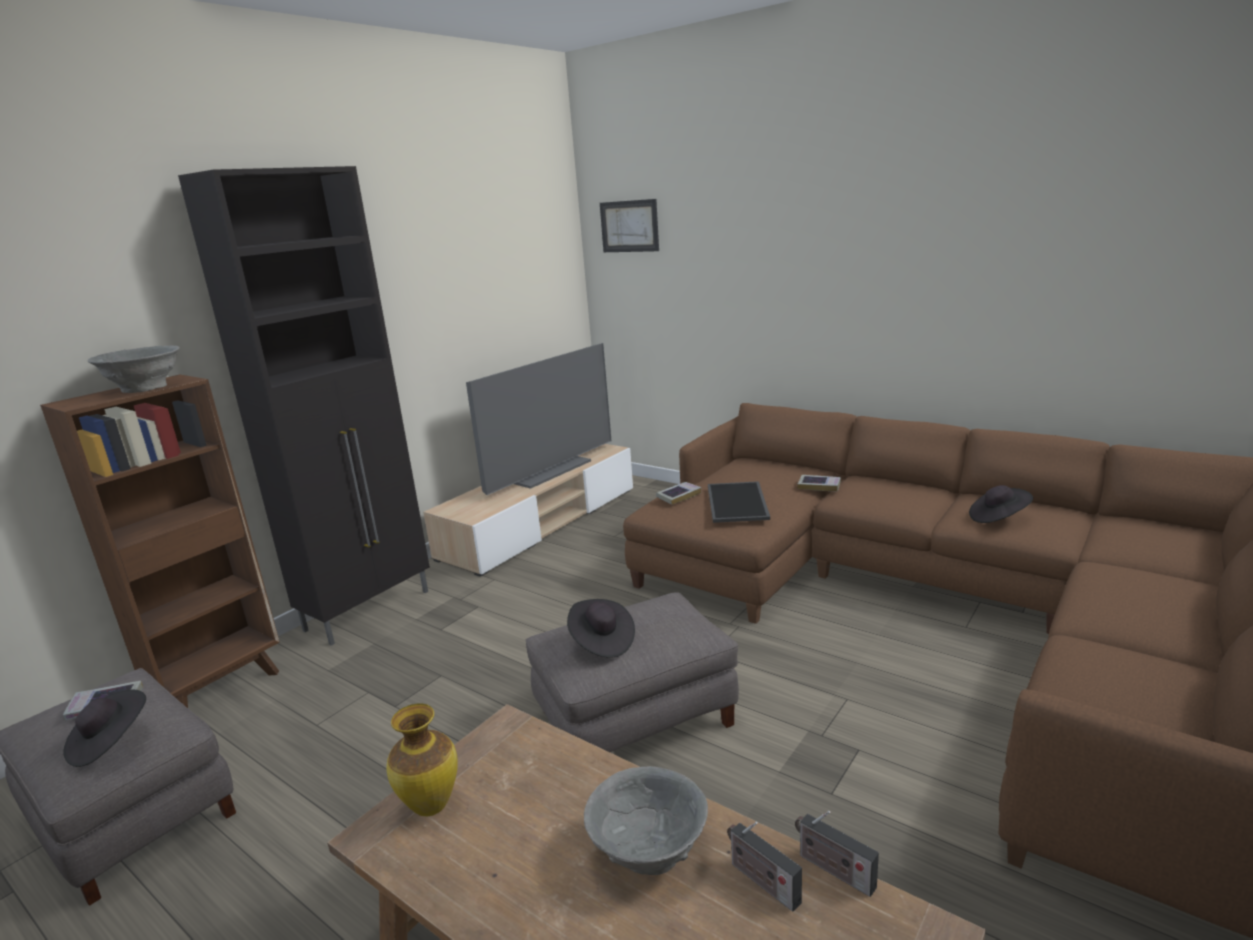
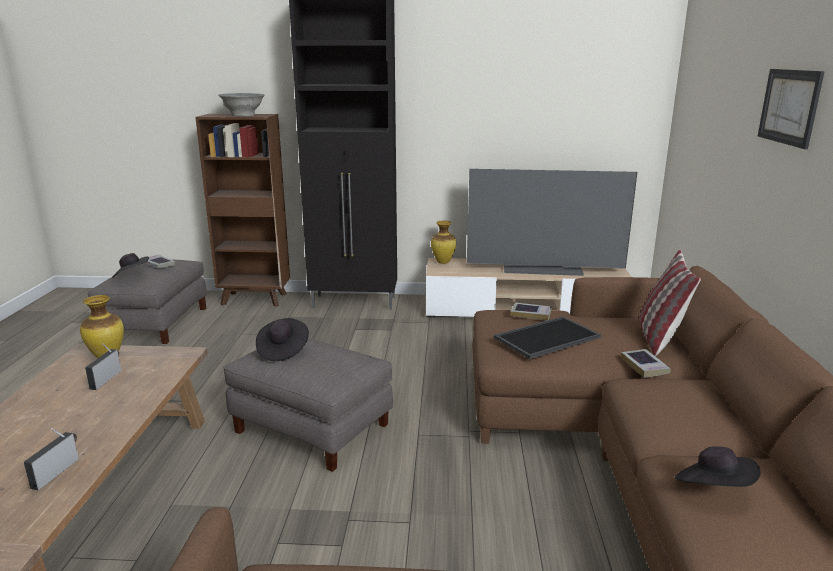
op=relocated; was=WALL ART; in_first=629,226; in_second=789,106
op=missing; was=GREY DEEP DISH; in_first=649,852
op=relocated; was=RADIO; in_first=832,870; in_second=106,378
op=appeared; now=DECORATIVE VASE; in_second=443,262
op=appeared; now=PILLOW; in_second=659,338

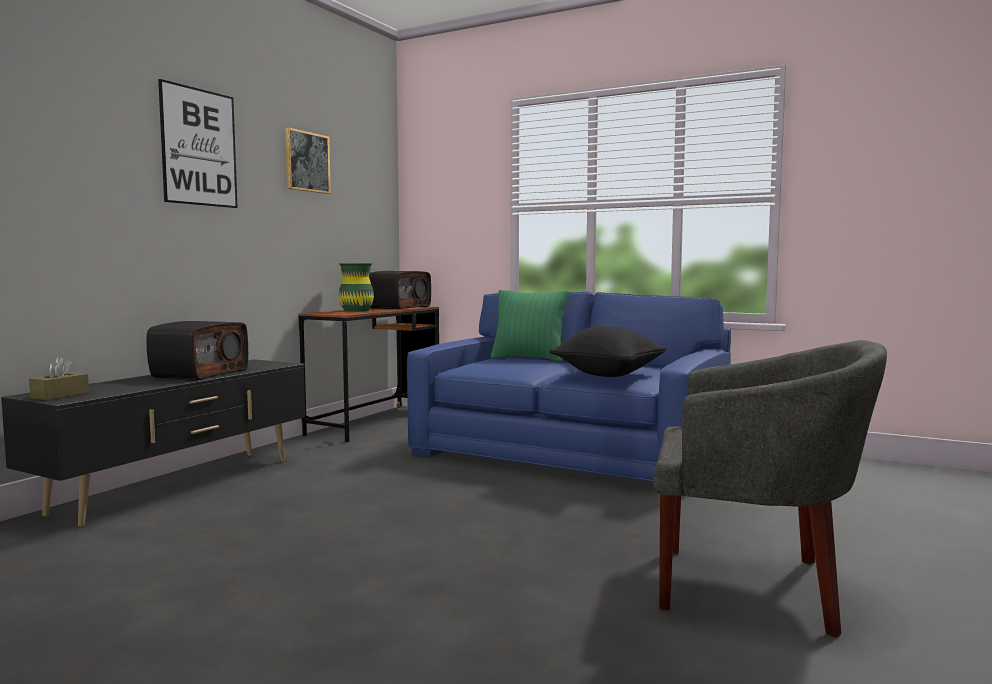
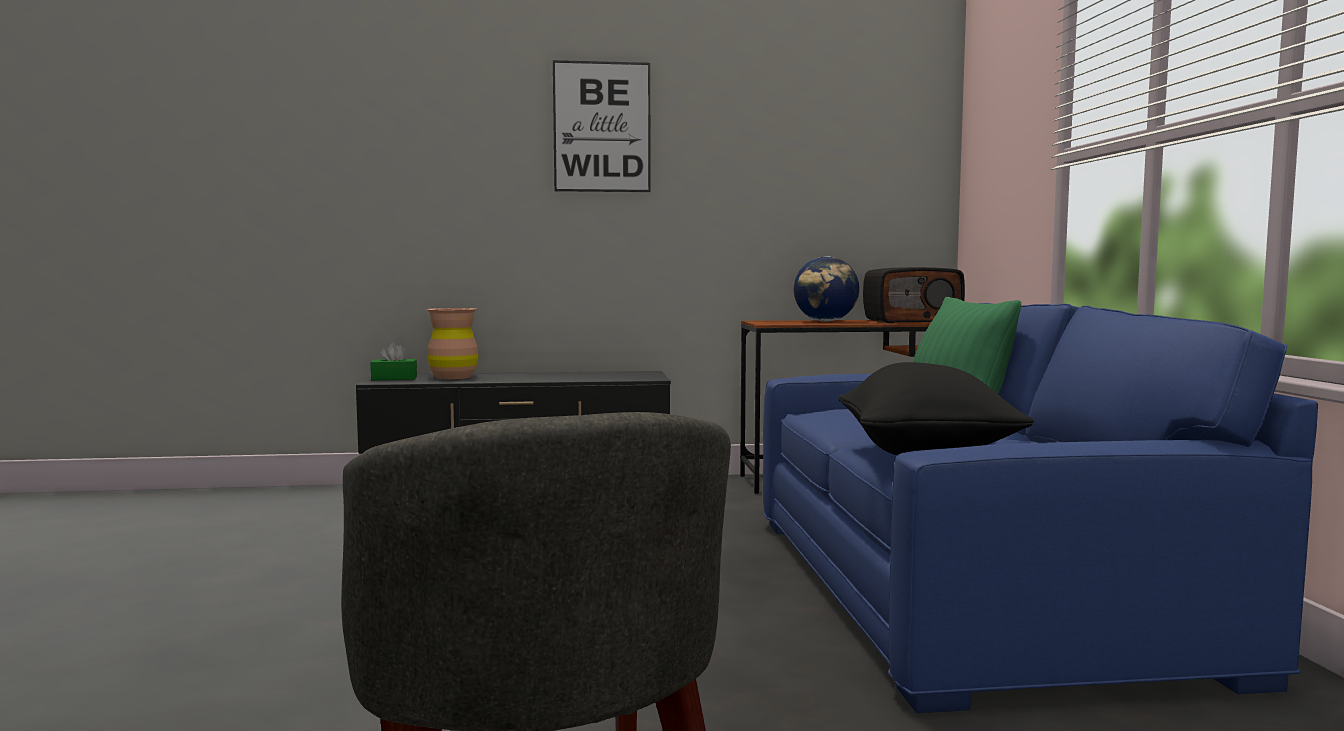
op=missing; was=WALL ART; in_first=307,162
op=exchanged; was=GREEN DECORATIVE VASE; now=GLOBE; in_first=356,310; in_second=825,321
op=missing; was=RADIO; in_first=199,373
op=colour; was=BROWN BOX OF TISSUES; now=GREEN BOX OF TISSUES; in_first=60,395; in_second=394,378
op=appeared; now=BROWN DECORATIVE VASE; in_second=453,377

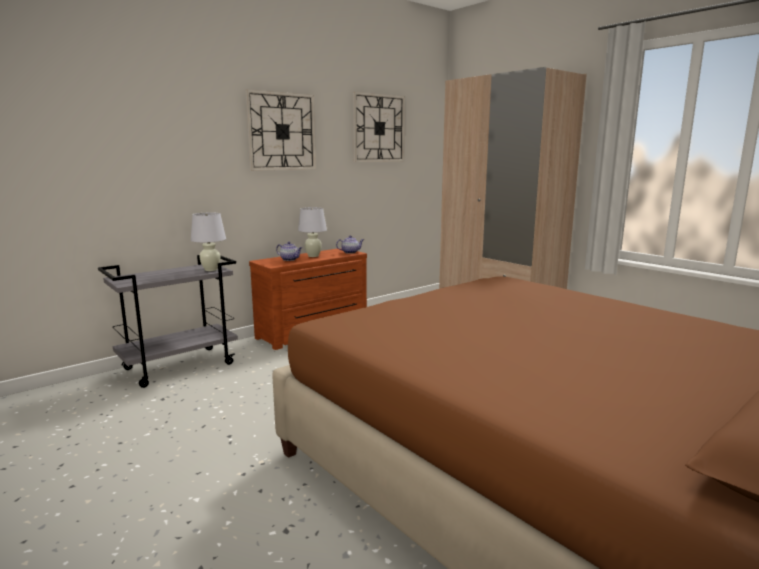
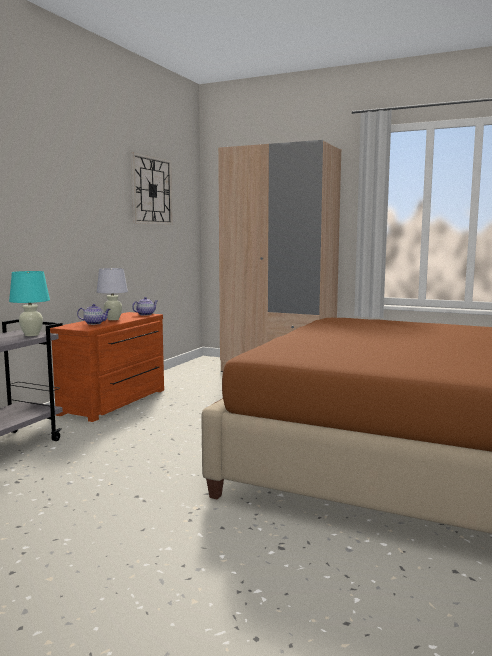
op=missing; was=WALL CLOCK; in_first=281,131
op=colour; was=WHITE LAMP FOR A TABLE; now=TURQUOISE LAMP FOR A TABLE; in_first=211,269; in_second=31,335

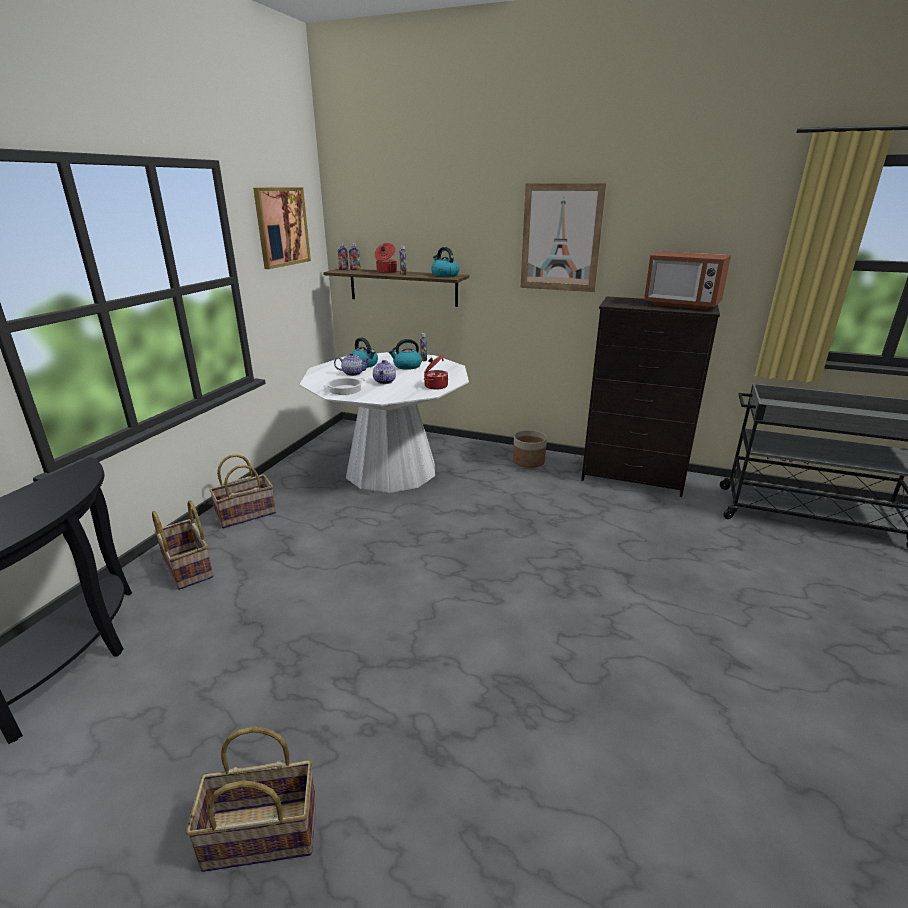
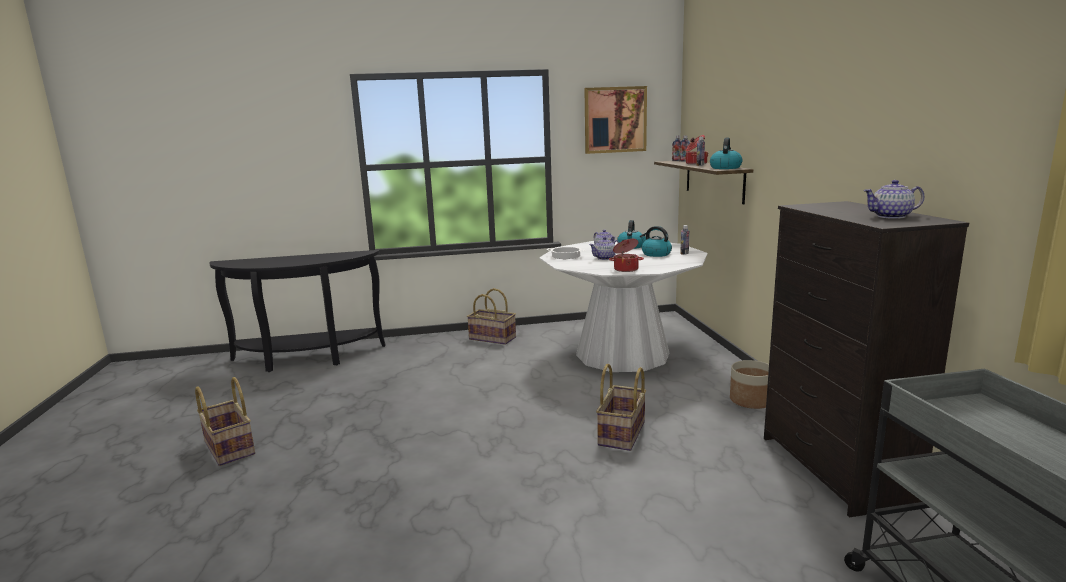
op=missing; was=WALL ART; in_first=561,238
op=exchanged; was=MICROWAVE; now=TEAPOT; in_first=682,304; in_second=891,216
op=relocated; was=HOUSEHOLD BASKET; in_first=189,568; in_second=622,433

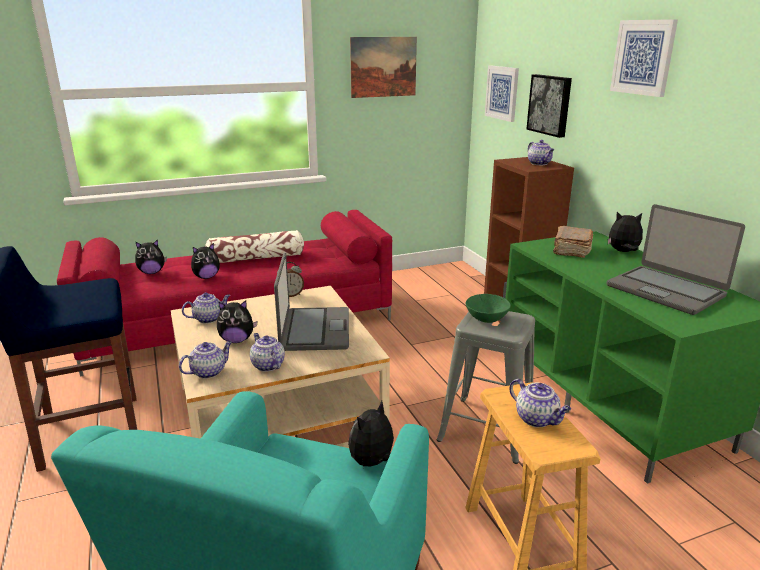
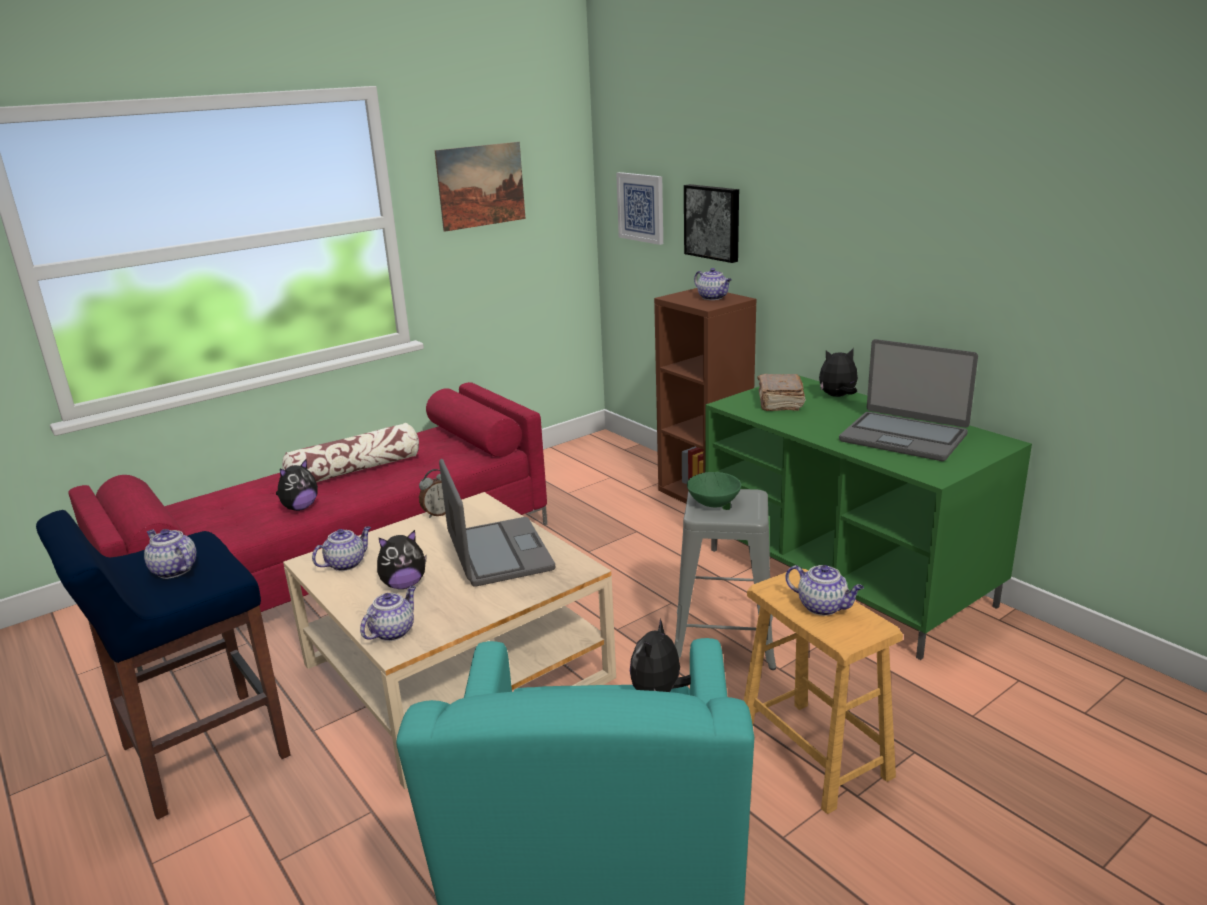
op=missing; was=WALL ART; in_first=643,57
op=missing; was=CUDDLY TOY; in_first=152,272
op=relocated; was=TEAPOT; in_first=267,365; in_second=173,570

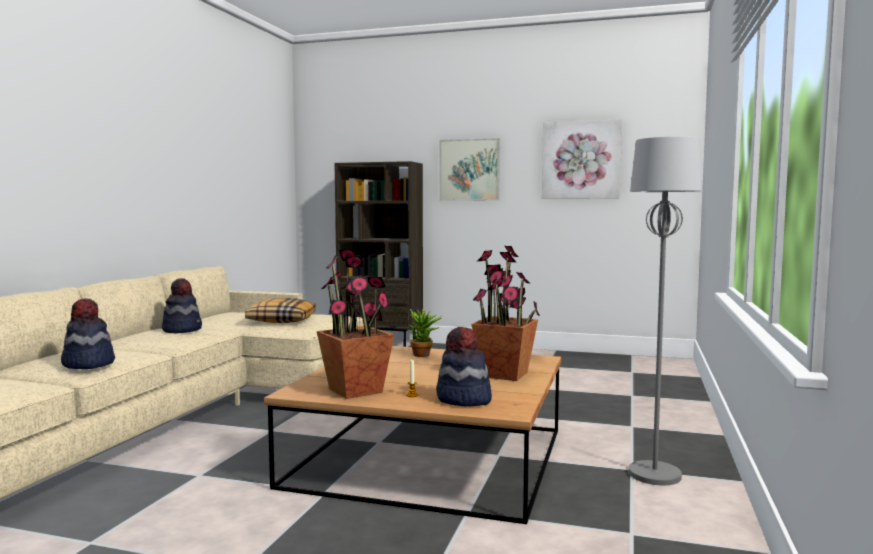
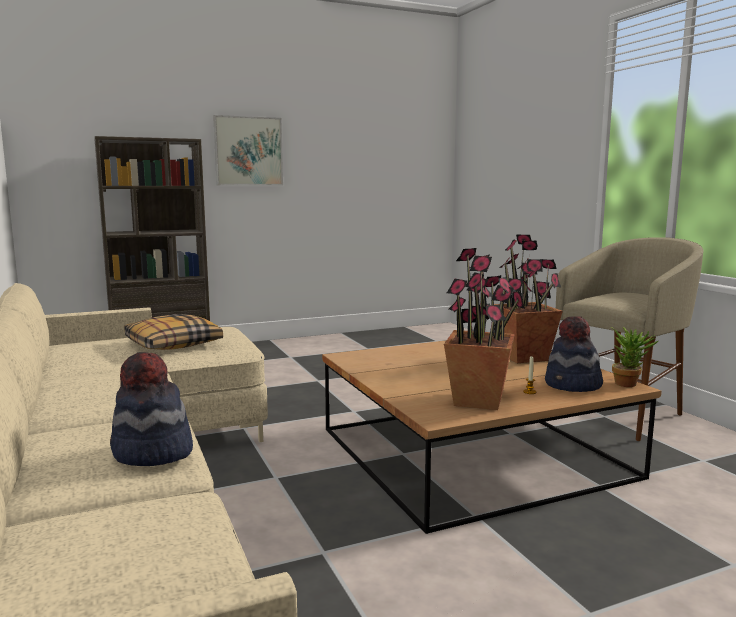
op=missing; was=WALL ART; in_first=581,160
op=exchanged; was=GREY STANDING LAMP; now=SAND-COLOURED SITTING STOOL; in_first=655,475; in_second=623,415
op=missing; was=CLOTHING HAT; in_first=182,330
op=relocated; was=POTTED PLANT; in_first=424,355; in_second=629,384

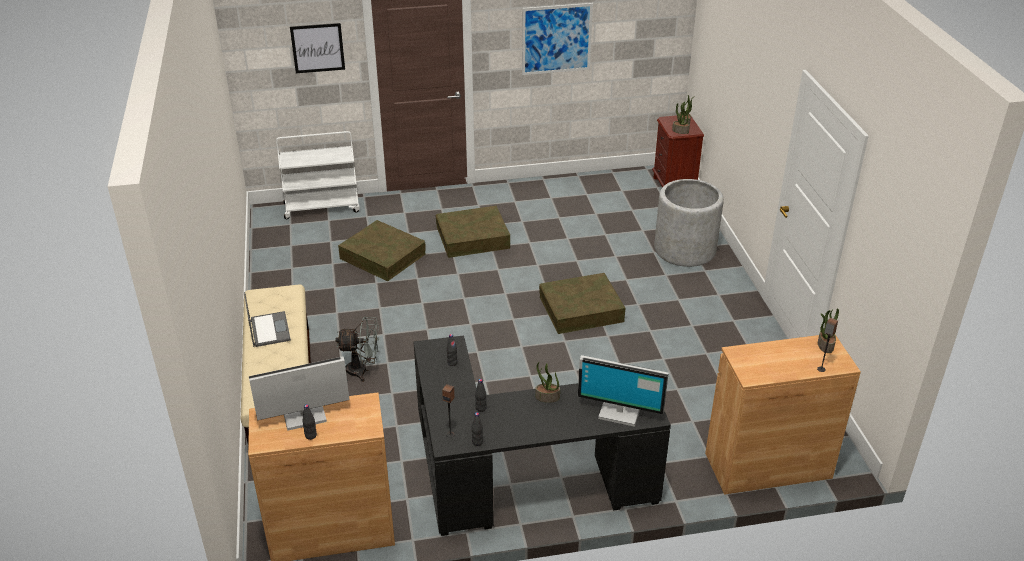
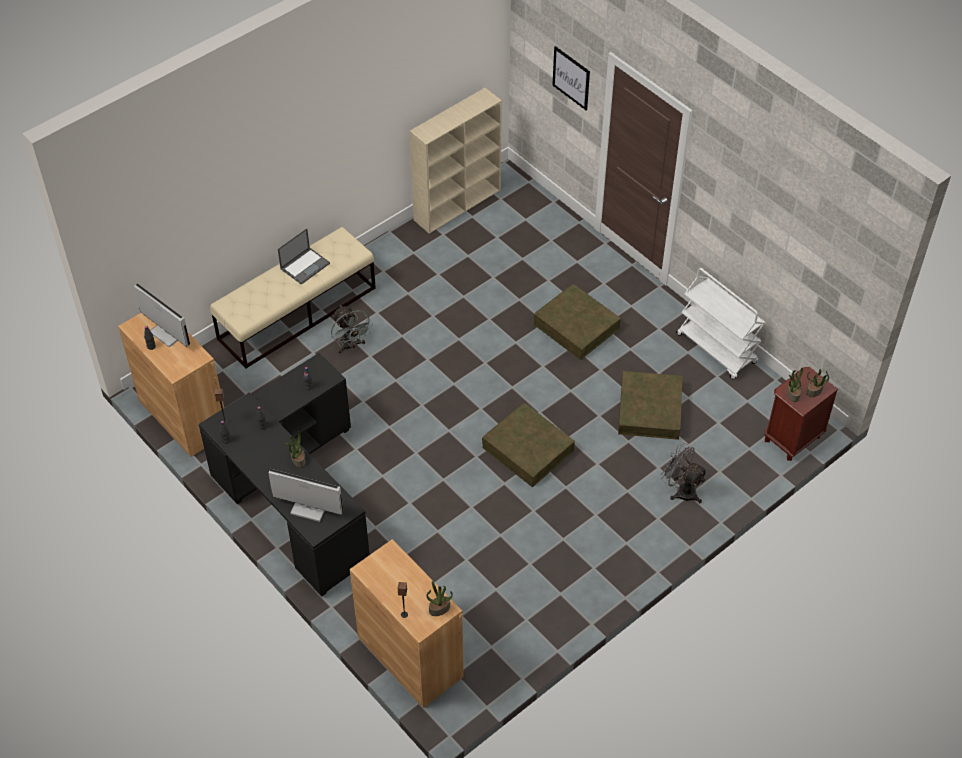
op=missing; was=WALL ART; in_first=556,39
op=relocated; was=WHITE WHEELED CART; in_first=322,207; in_second=717,349
op=exchanged; was=GREY PLANTER; now=GREY ELECTRIC FAN; in_first=685,250; in_second=681,490
op=relocated; was=BROWN STORAGE BOX; in_first=382,256; in_second=649,410
op=spun; was=COMPUTER SCREEN; in_first=619,412; in_second=308,510; clockwise=120
op=appeared; now=SAND-COLOURED BOOKSHELF; in_second=458,204

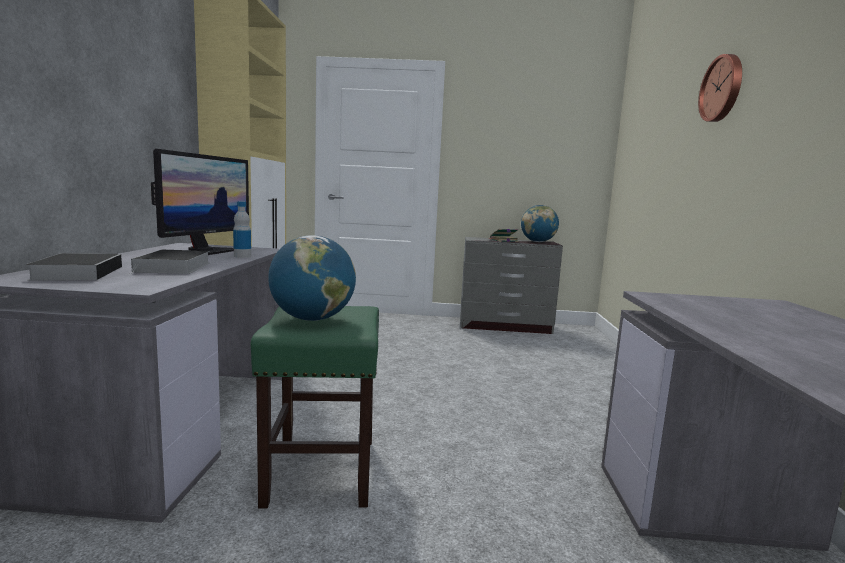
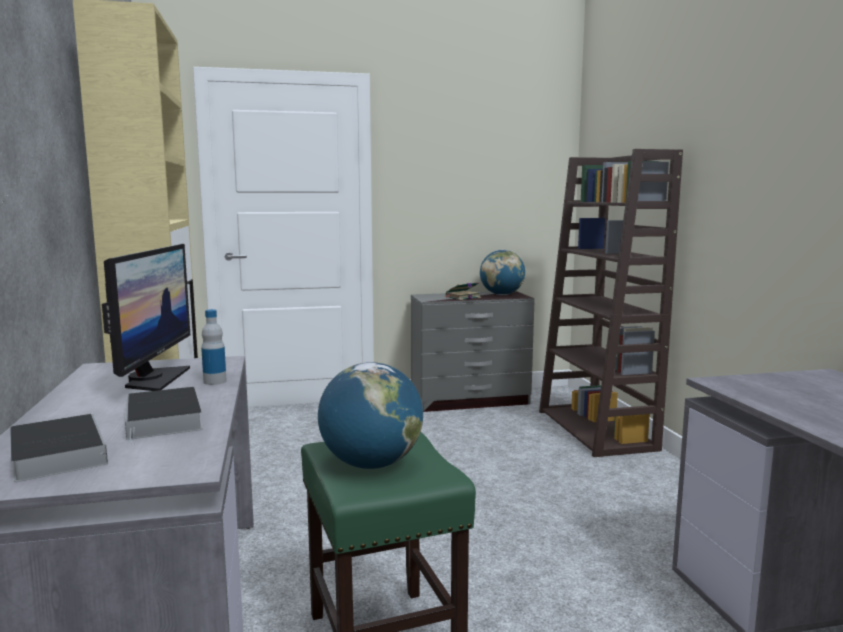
op=missing; was=WALL CLOCK; in_first=723,88
op=appeared; now=BROWN BOOKSHELF; in_second=597,430

